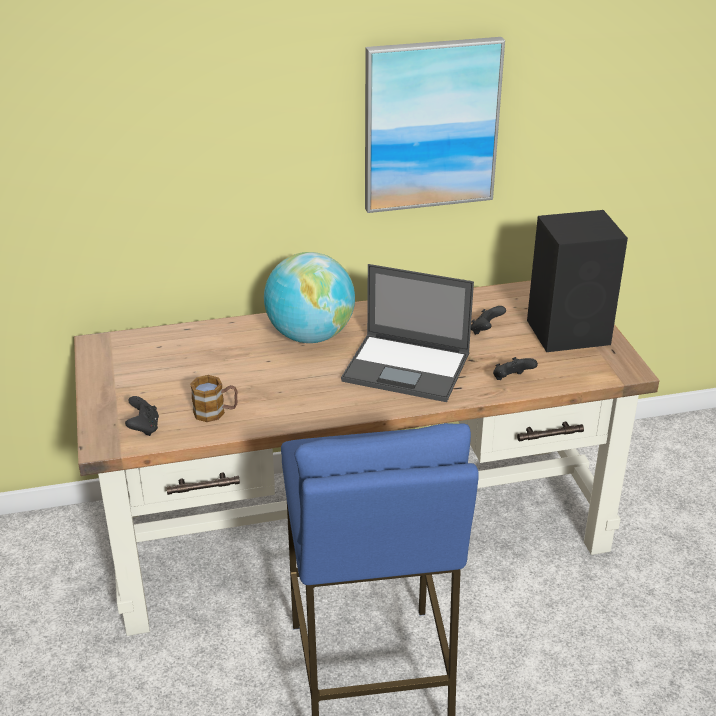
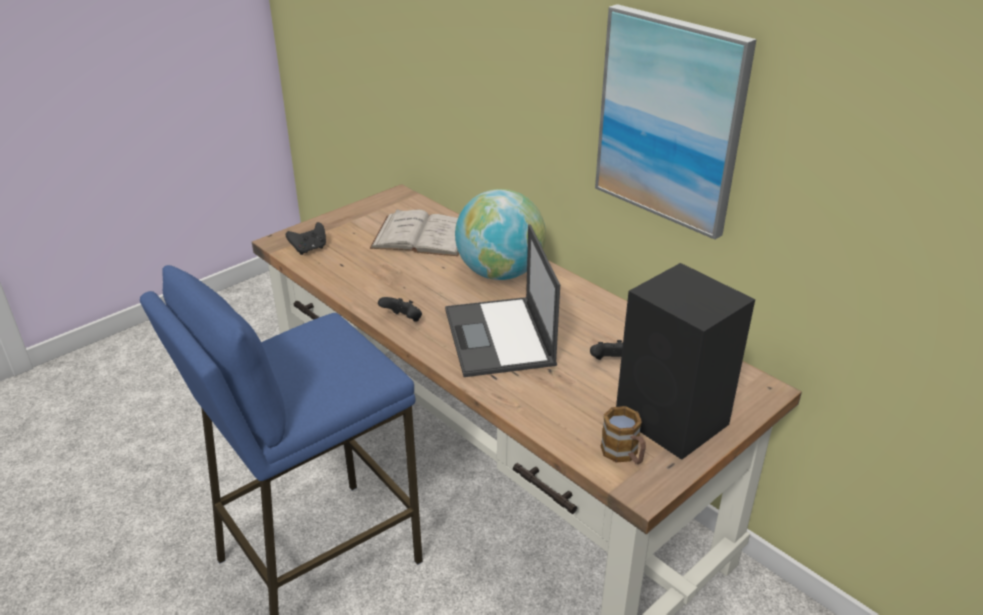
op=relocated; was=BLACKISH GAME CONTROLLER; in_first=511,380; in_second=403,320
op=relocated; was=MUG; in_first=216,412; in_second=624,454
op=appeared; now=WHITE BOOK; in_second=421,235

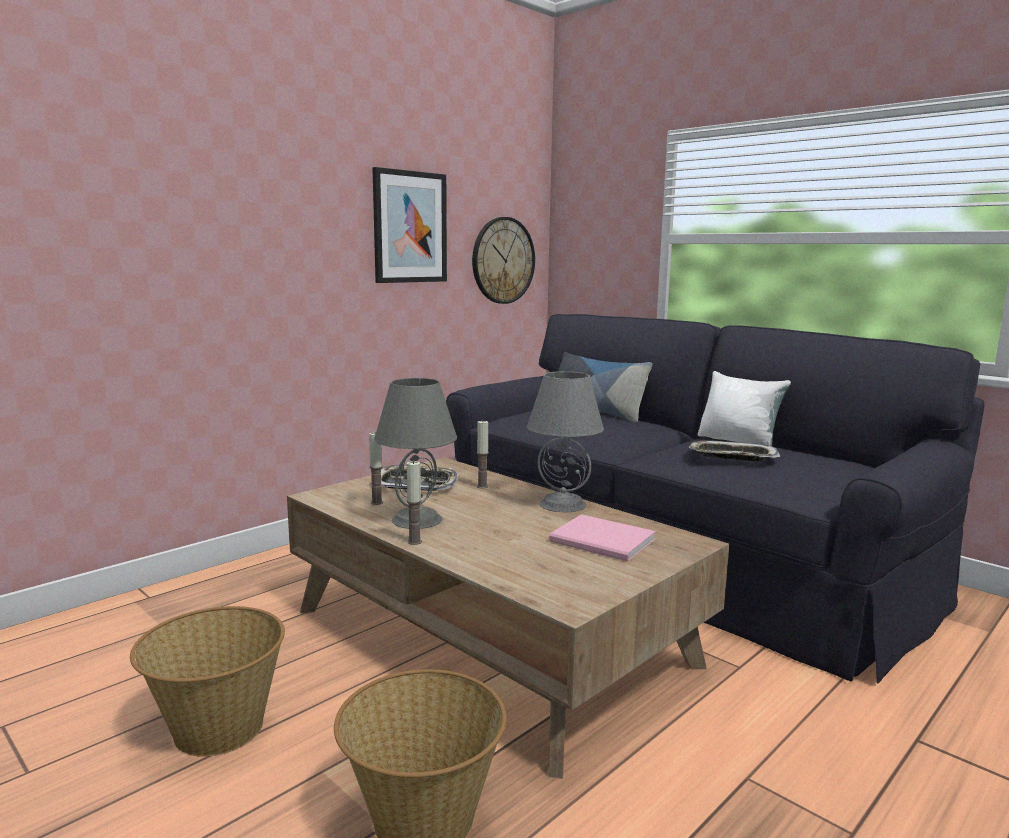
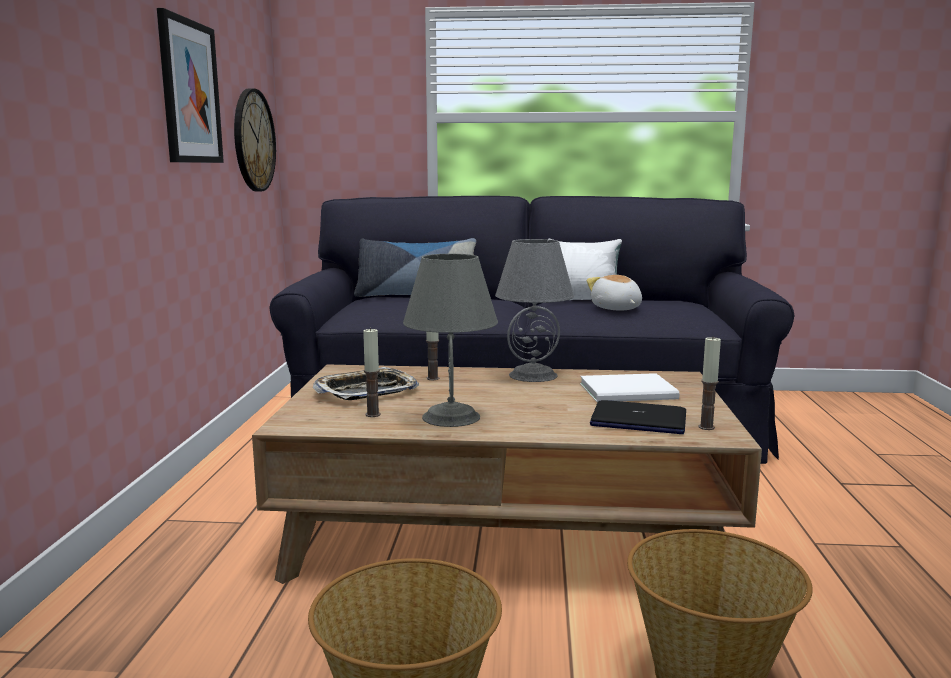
op=exchanged; was=CARRYING TRAY; now=CUDDLY TOY; in_first=732,457; in_second=616,309
op=relocated; was=CANDLE; in_first=414,542; in_second=706,427
op=colour; was=PINKISH BOOK; now=WHITE BOOK; in_first=604,542; in_second=631,392
op=appeared; now=PORTABLE COMPUTER; in_second=638,420

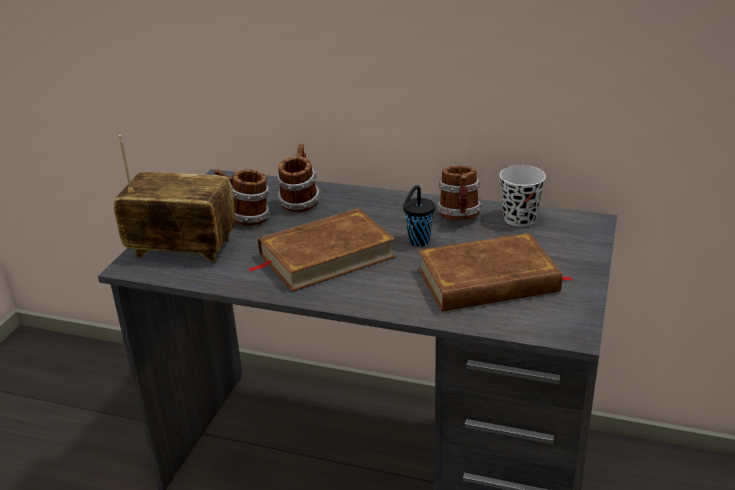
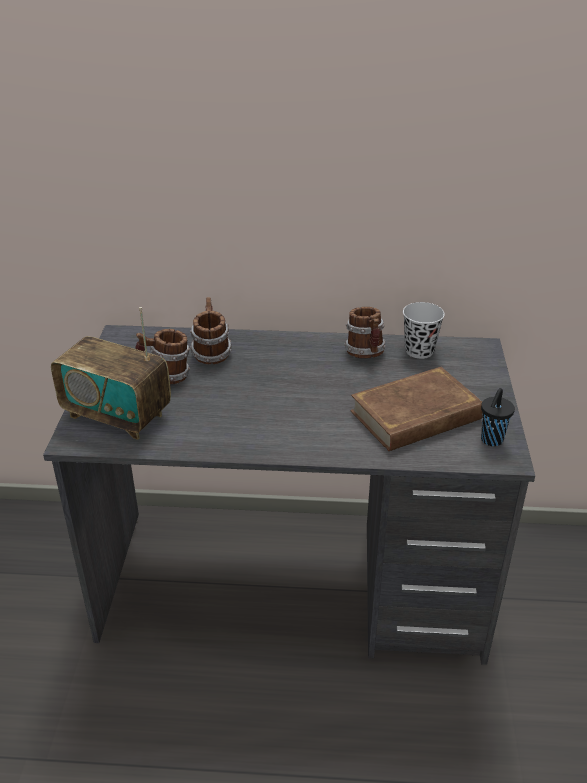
op=spun; was=RADIO; in_first=182,249; in_second=117,415; clockwise=-150
op=relocated; was=BLACKISH SMALL CUP; in_first=418,242; in_second=491,440
op=missing; was=BROWN BOOK; in_first=326,256

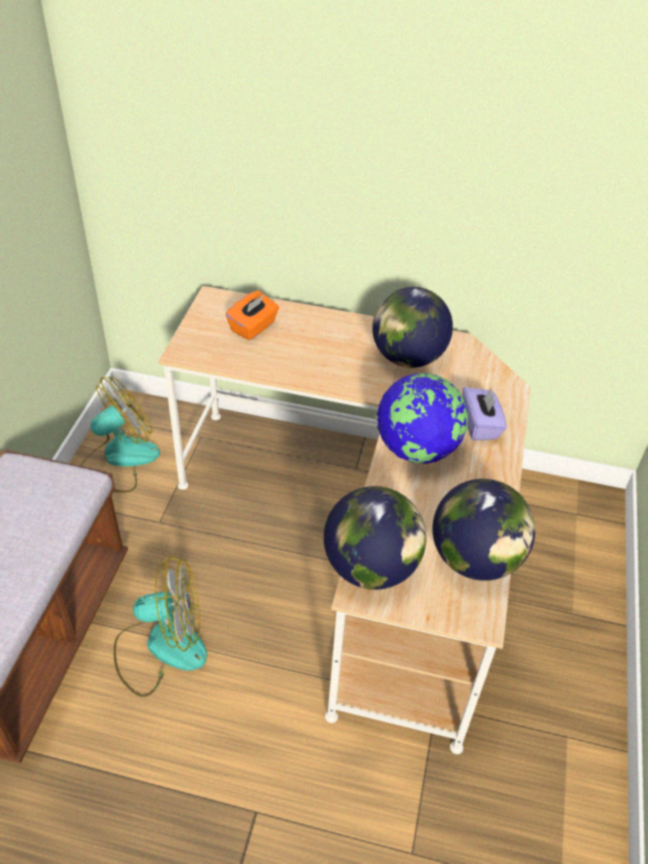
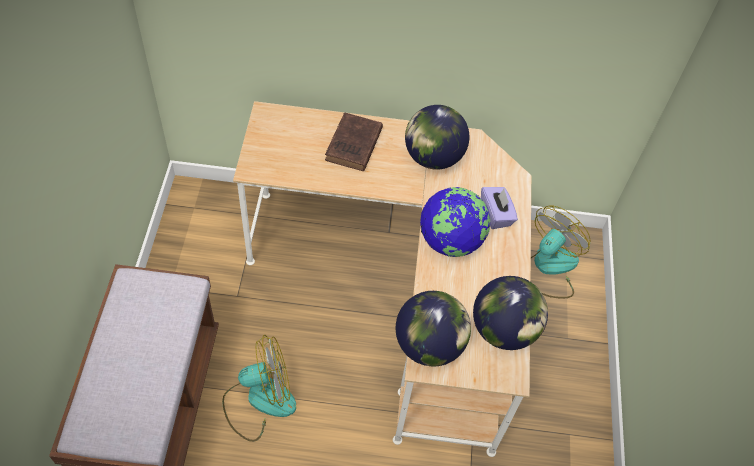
op=missing; was=ORANGEY BOX OF TISSUES; in_first=253,327
op=relocated; was=ELECTRIC FAN; in_first=119,459; in_second=548,268
op=appeared; now=BROWN BOOK; in_second=353,146

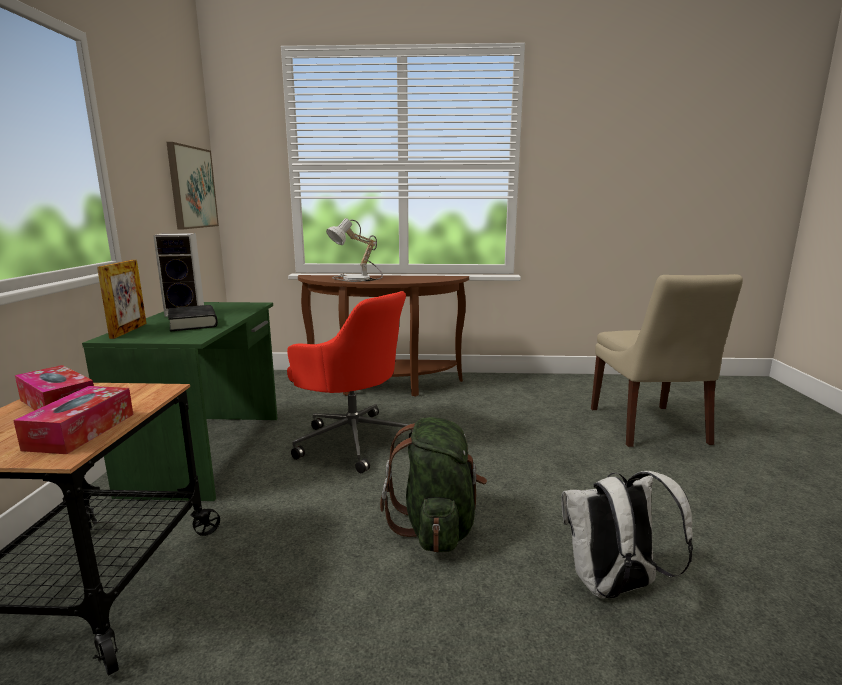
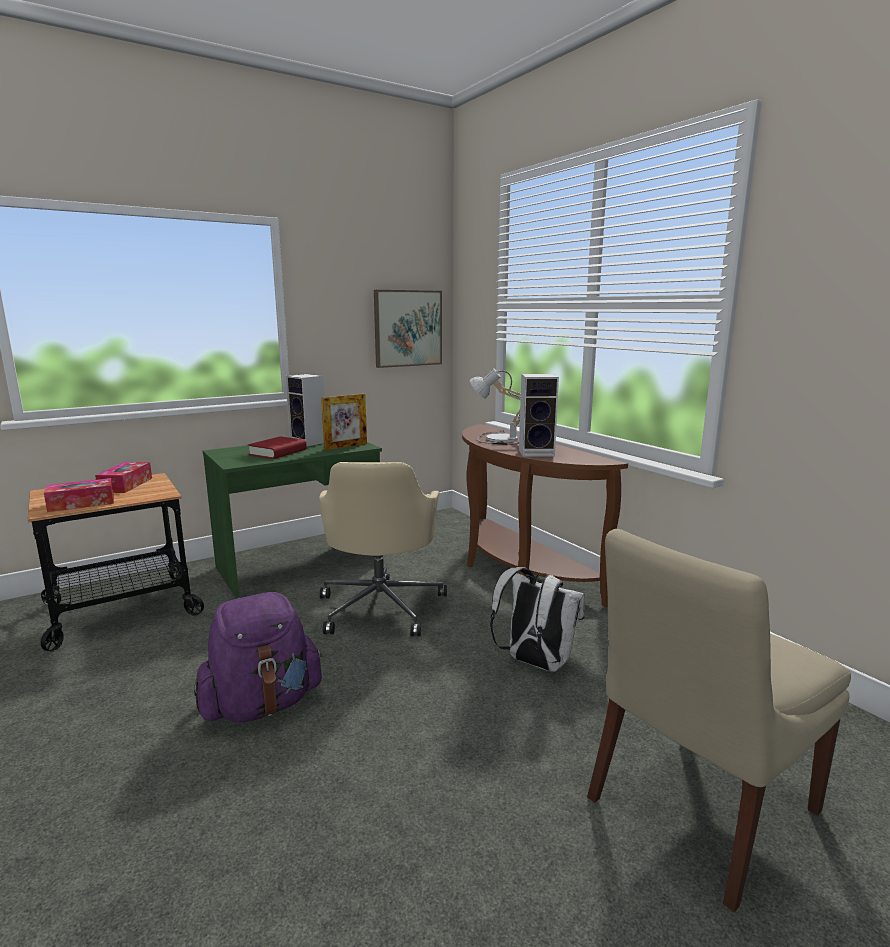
op=relocated; was=STANDING FRAME; in_first=129,330; in_second=345,446
op=colour; was=RED DESK CHAIR; now=SAND-COLOURED DESK CHAIR; in_first=353,440; in_second=381,606
op=colour; was=BLACKISH BOOK; now=RED BOOK; in_first=193,323; in_second=278,452
op=colour; was=GREEN KNAPSACK; now=PURPLE KNAPSACK; in_first=436,526; in_second=262,705
op=relocated; was=WHITE KNAPSACK; in_first=613,587; in_second=535,663
op=appeared; now=LOUDSPEAKER; in_second=537,452

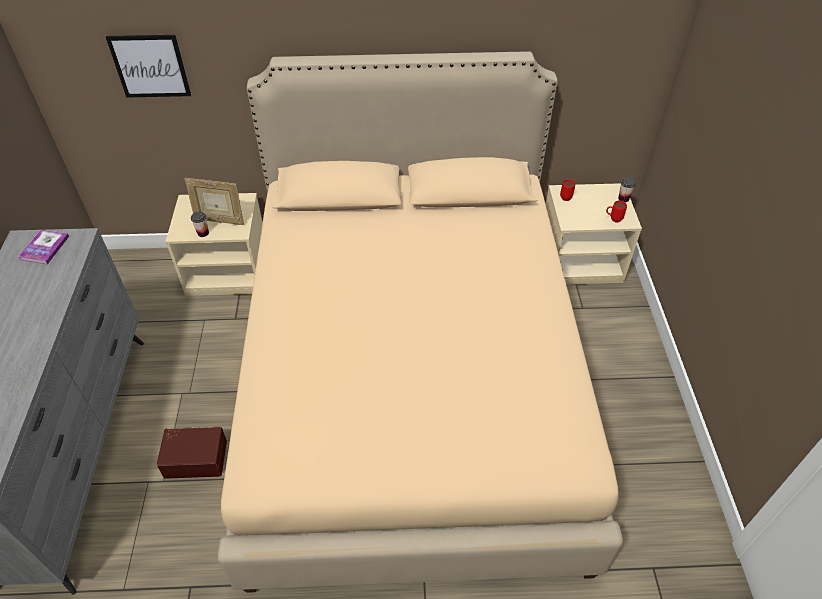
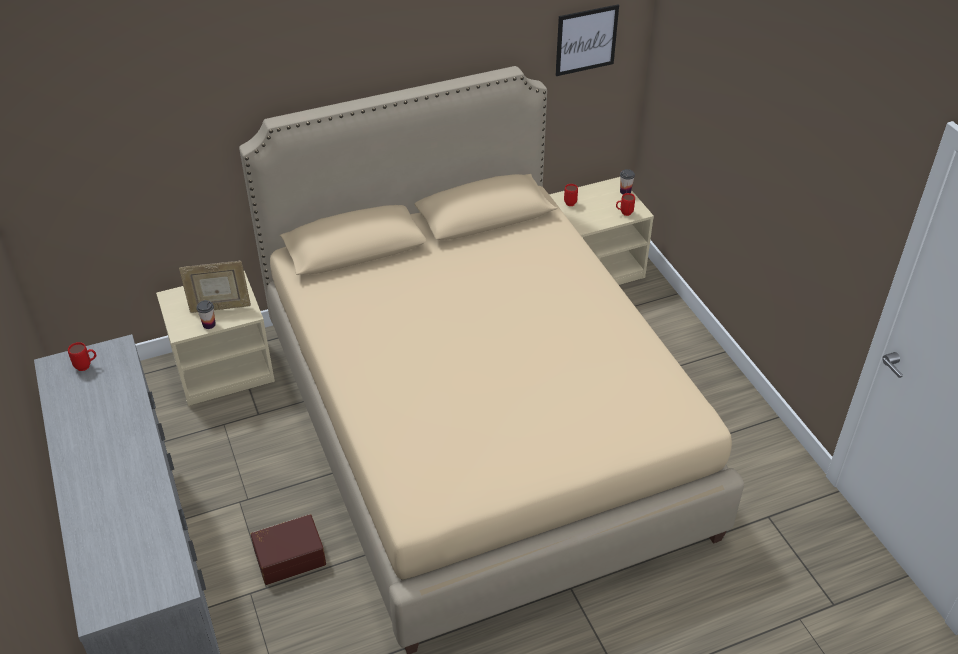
op=relocated; was=WALL ART; in_first=150,66; in_second=586,40
op=exchanged; was=BOOK; now=RED MUG; in_first=44,248; in_second=87,366

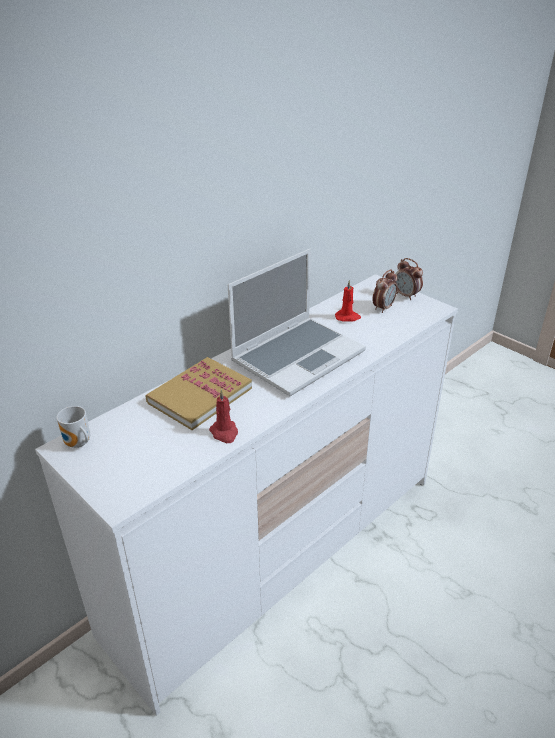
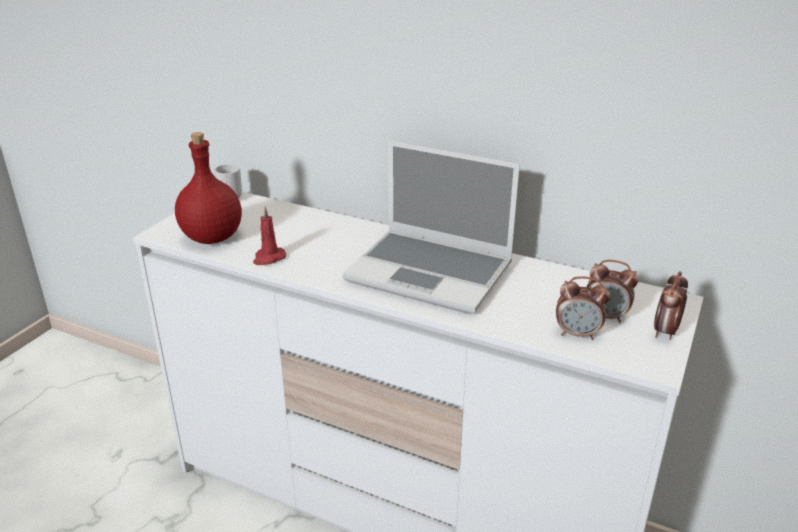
op=missing; was=RED CANDLE; in_first=348,317
op=missing; was=BOOK; in_first=200,395
op=appeared; now=RED BEVERAGE BOTTLE; in_second=212,237
op=appeared; now=BEDSIDE CLOCK; in_second=578,334

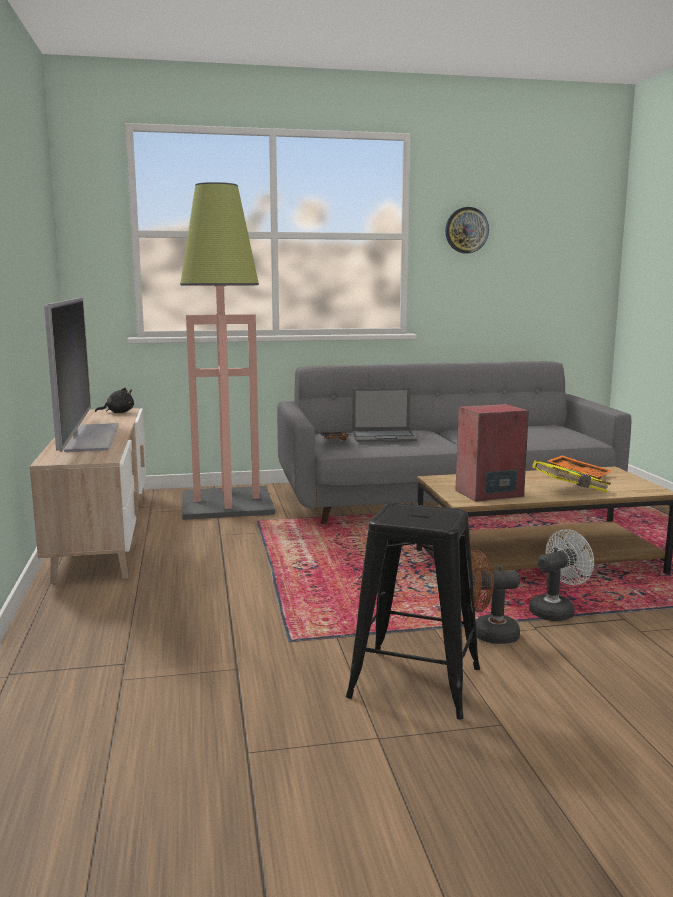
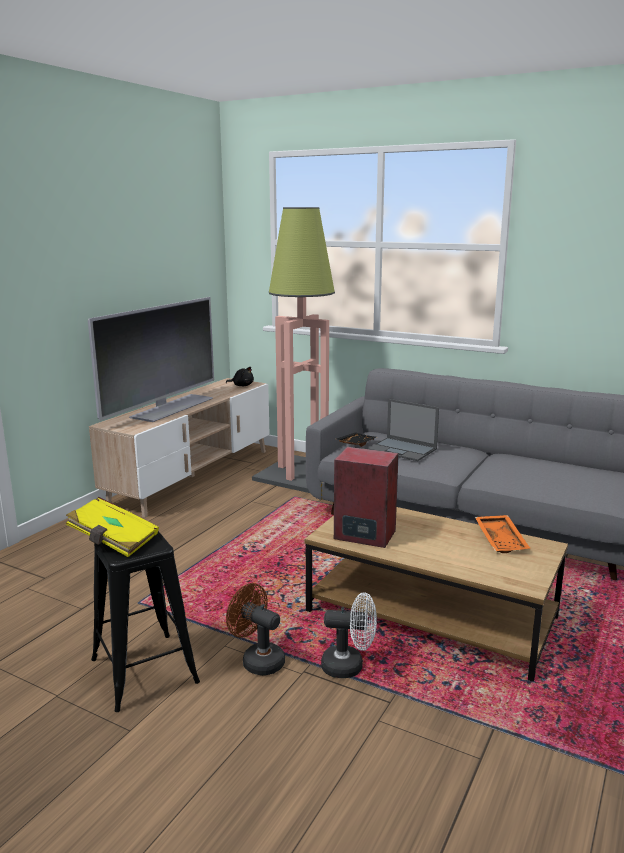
op=missing; was=WALL CLOCK; in_first=466,230
op=relocated; was=YELLOWISH BOOK; in_first=570,490; in_second=113,541

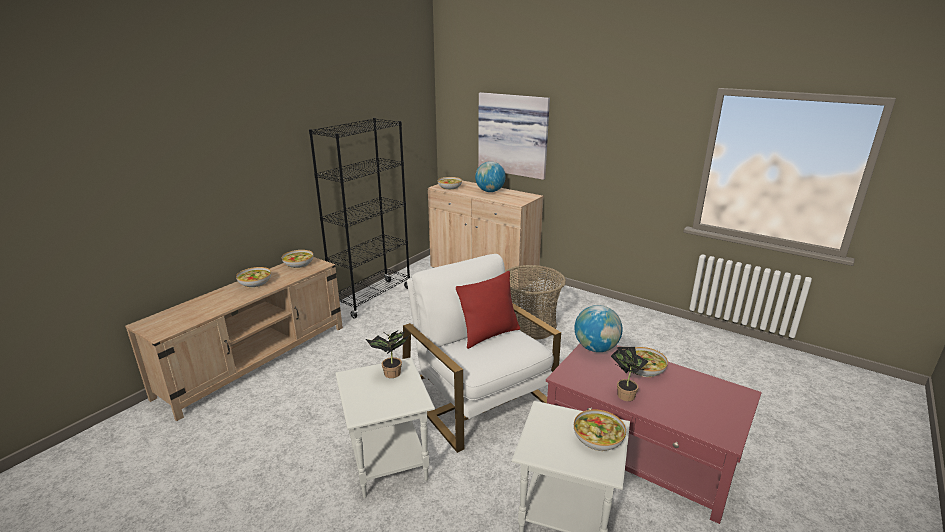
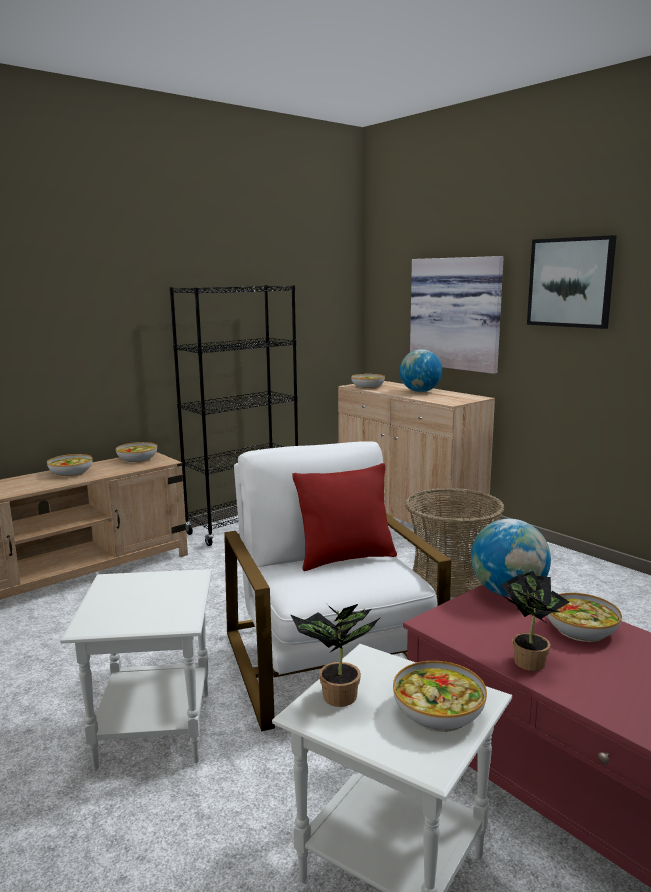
op=relocated; was=POTTED PLANT; in_first=390,374; in_second=335,698
op=appeared; now=WALL ART; in_second=570,282

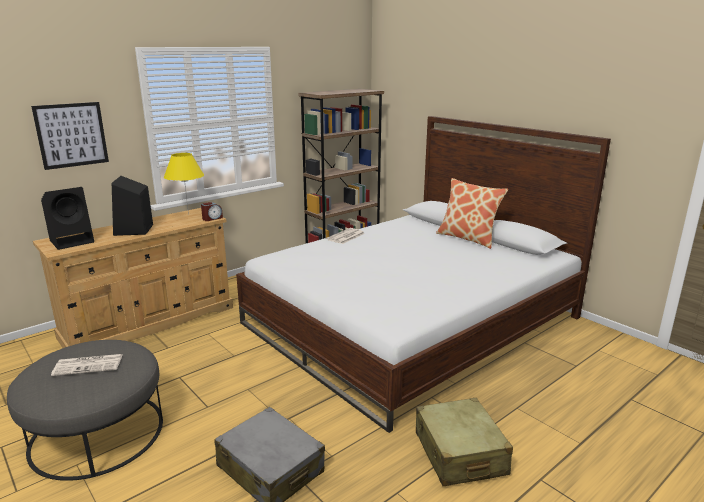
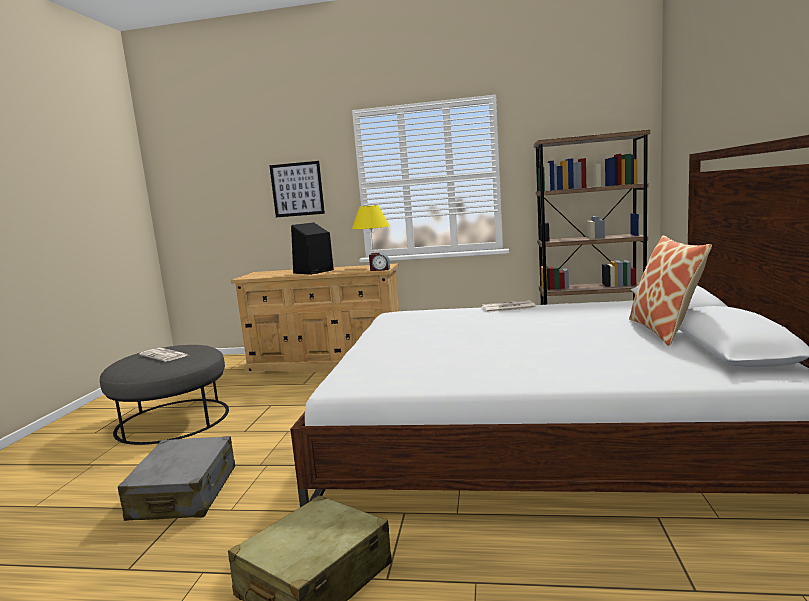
op=missing; was=BLACKISH LOUDSPEAKER; in_first=73,241

